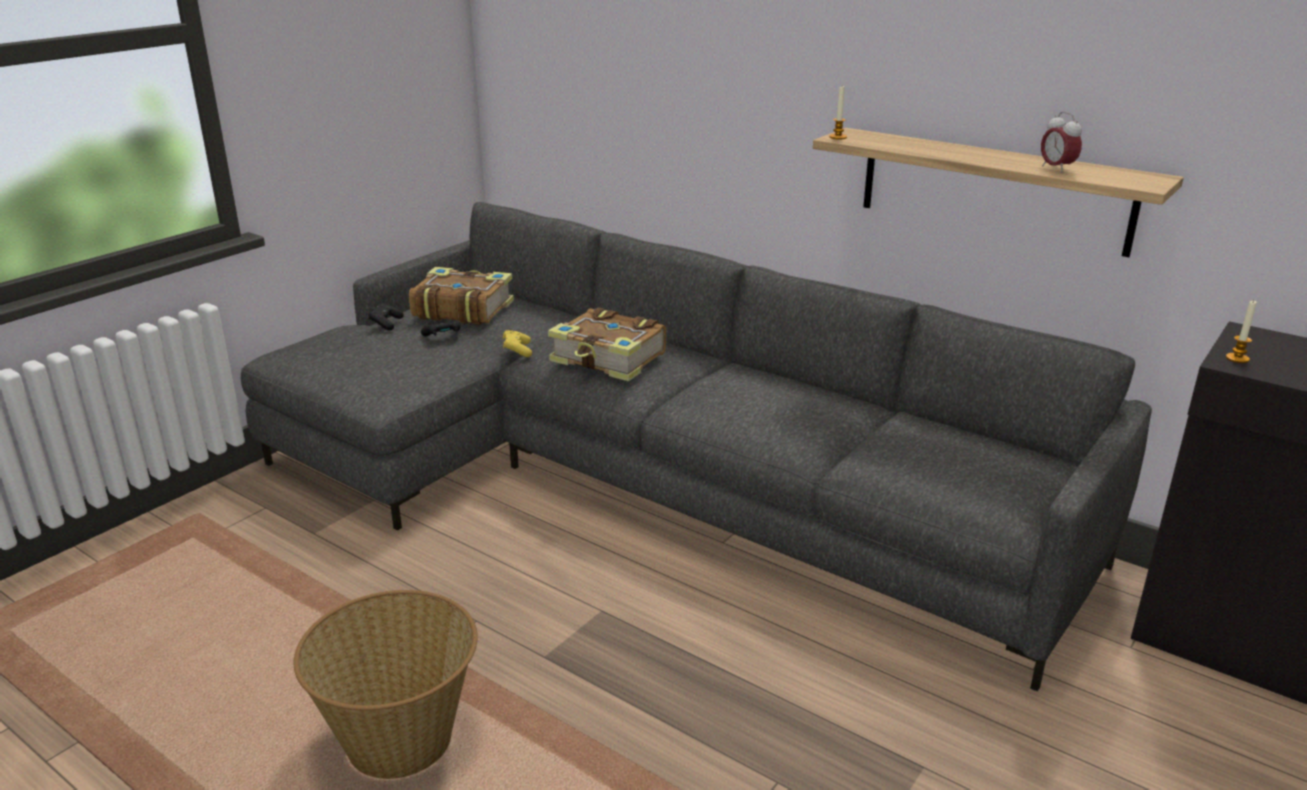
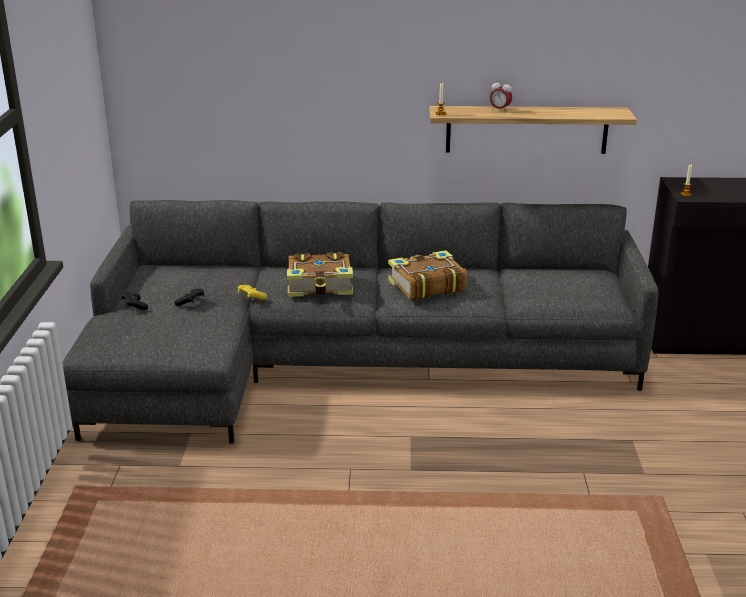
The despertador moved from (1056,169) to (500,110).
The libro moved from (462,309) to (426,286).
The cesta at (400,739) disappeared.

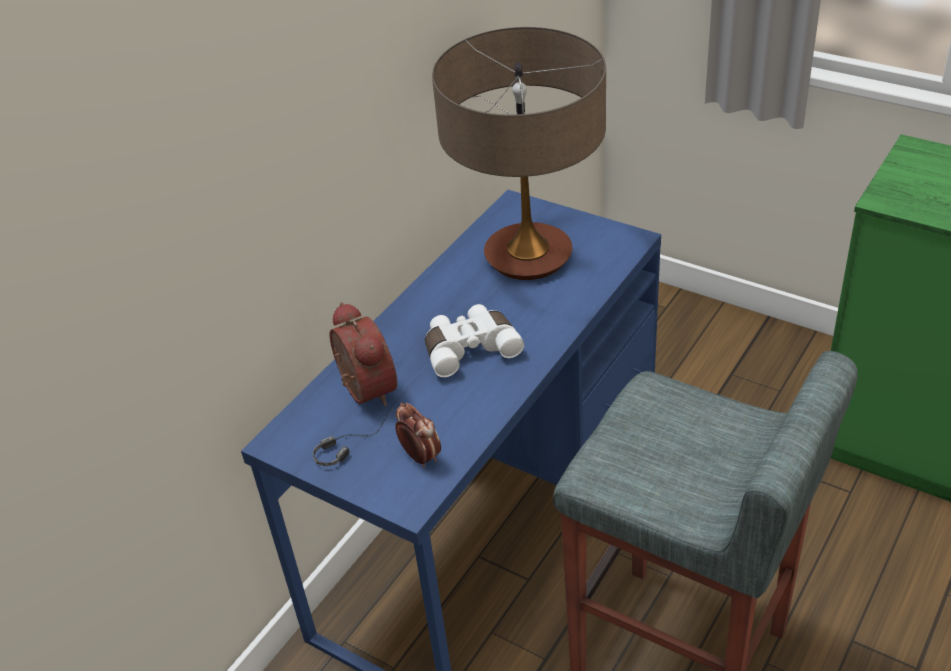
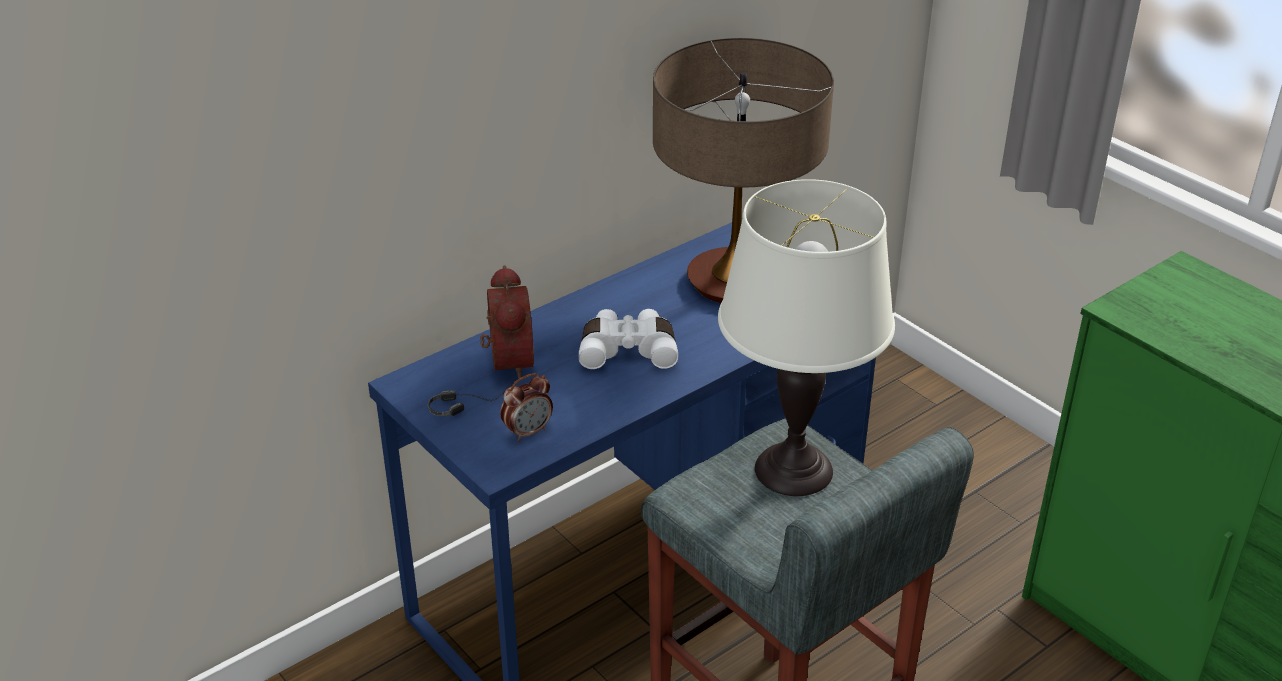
The despertador at (420,457) turned 75 degrees clockwise.
The lámpara de mesa/blanco at (793,470) appeared.

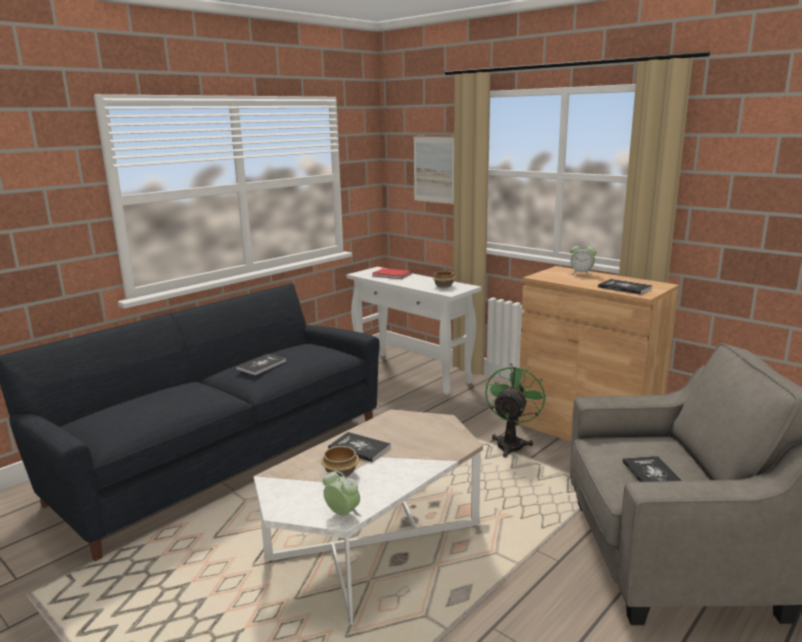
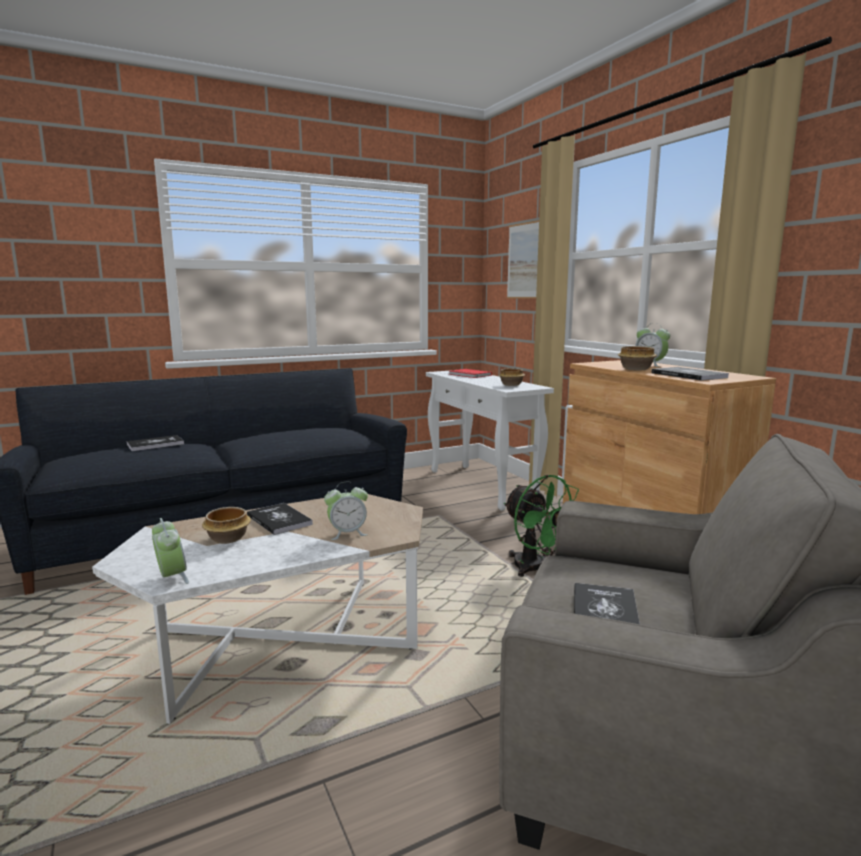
The libro moved from (261,365) to (155,444).
The ventilador/verde at (511,443) turned 105 degrees clockwise.
The cuenco at (636,369) appeared.
The despertador at (347,533) appeared.

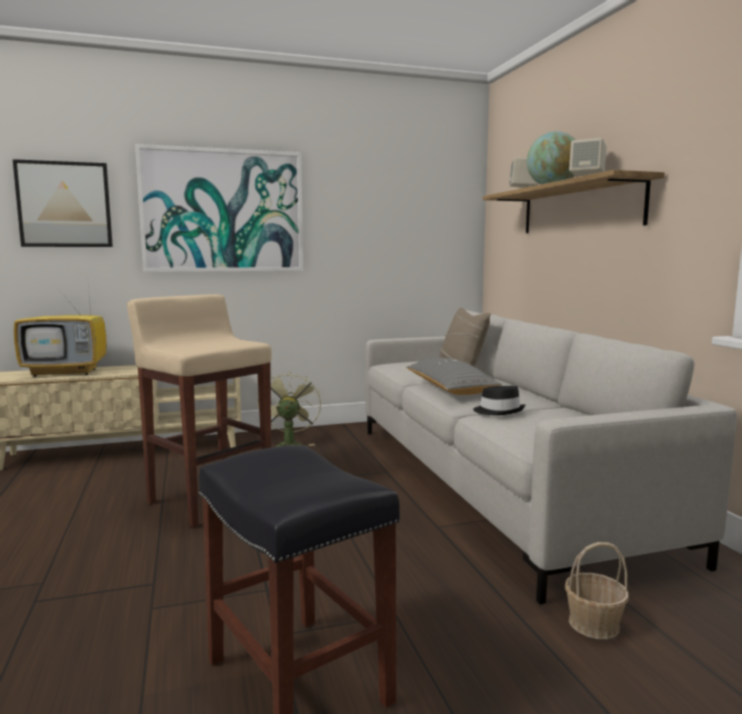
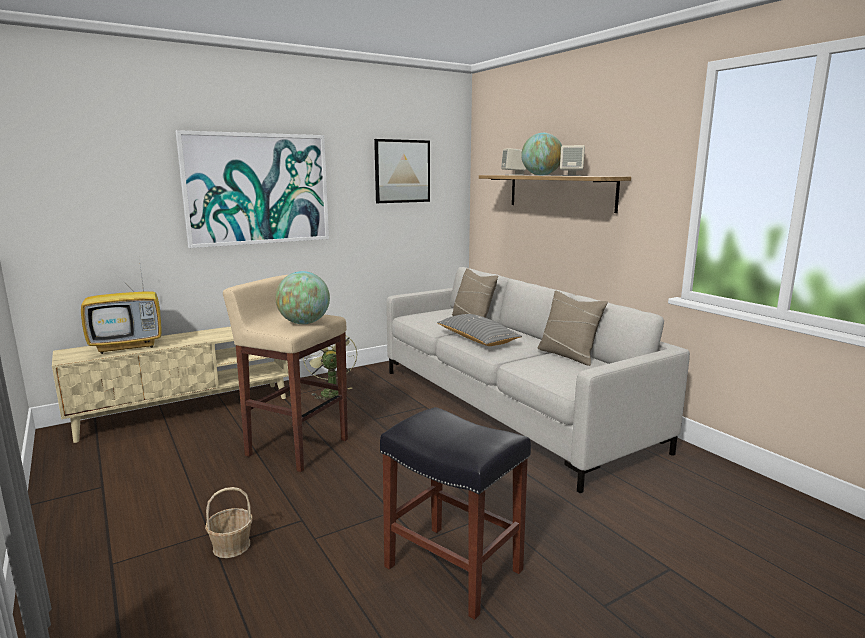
The cuadro moved from (64,204) to (402,171).
The sombrero/negro at (499,411) disappeared.
The cesta moved from (593,624) to (231,546).
The globo terráqueo at (304,323) appeared.
The cojín/beis at (568,355) appeared.

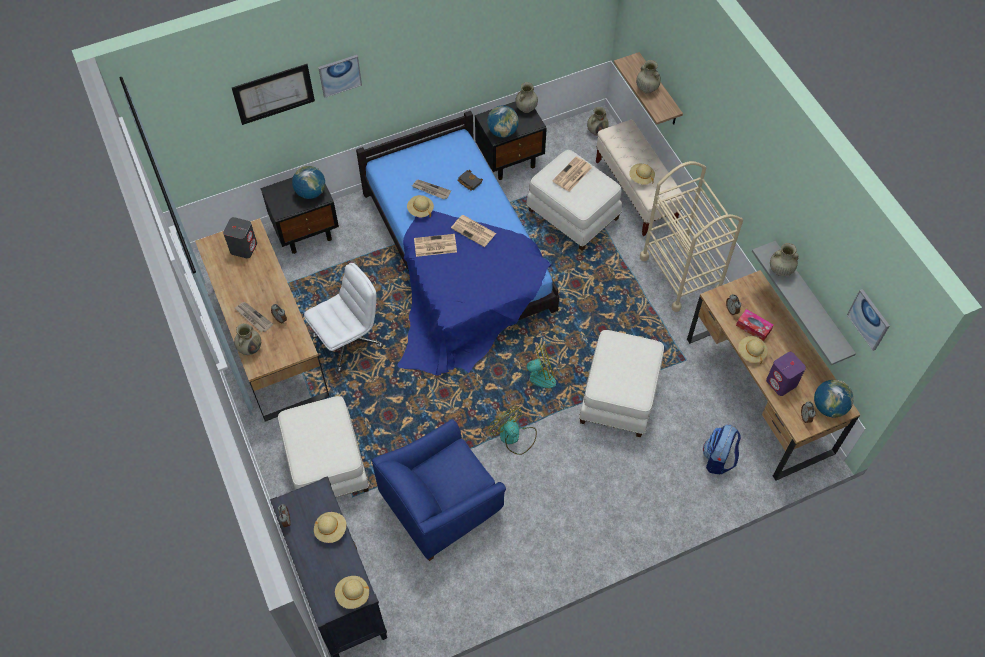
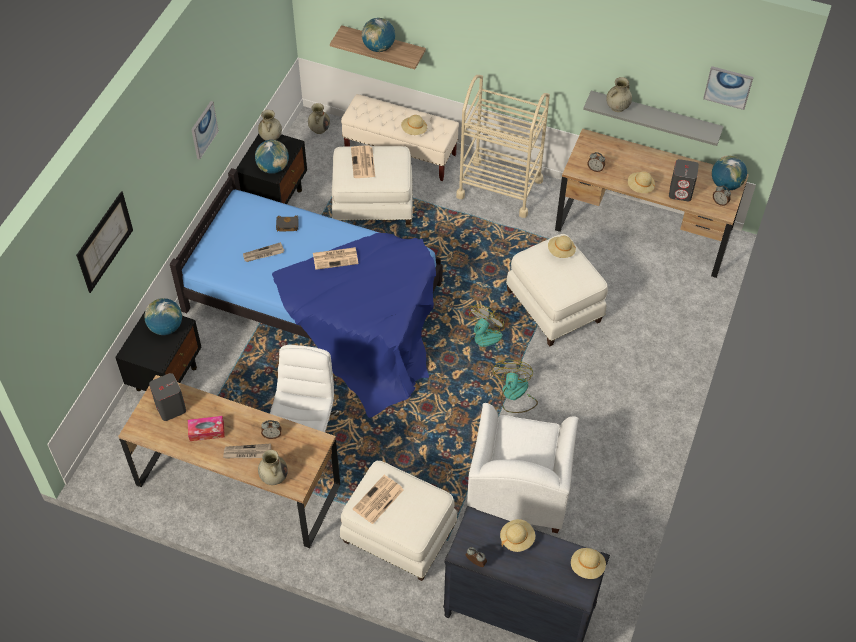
The cuadro moved from (340,75) to (203,130).
The florero/beis at (646,88) was replaced by the globo terráqueo at (378,47).
The sombrero/beis moved from (420,210) to (561,251).
The periódico moved from (434,246) to (378,500).
The caja de pañuelos moved from (753,327) to (206,431).
The altavoz/morado at (781,383) became the altavoz/gris at (681,192).
The ventilador at (513,437) turned 90 degrees clockwise.
The sillón/azul at (441,504) became the sillón/blanco at (519,486).
The mochila at (718,459) disappeared.

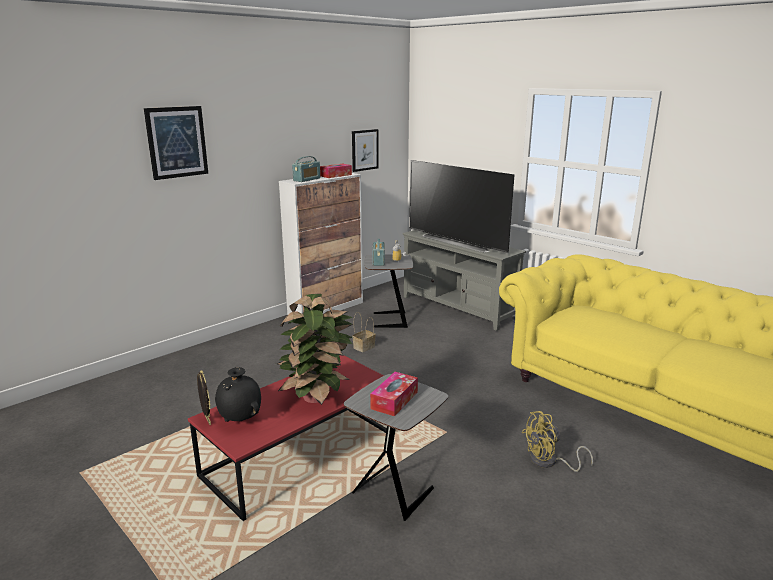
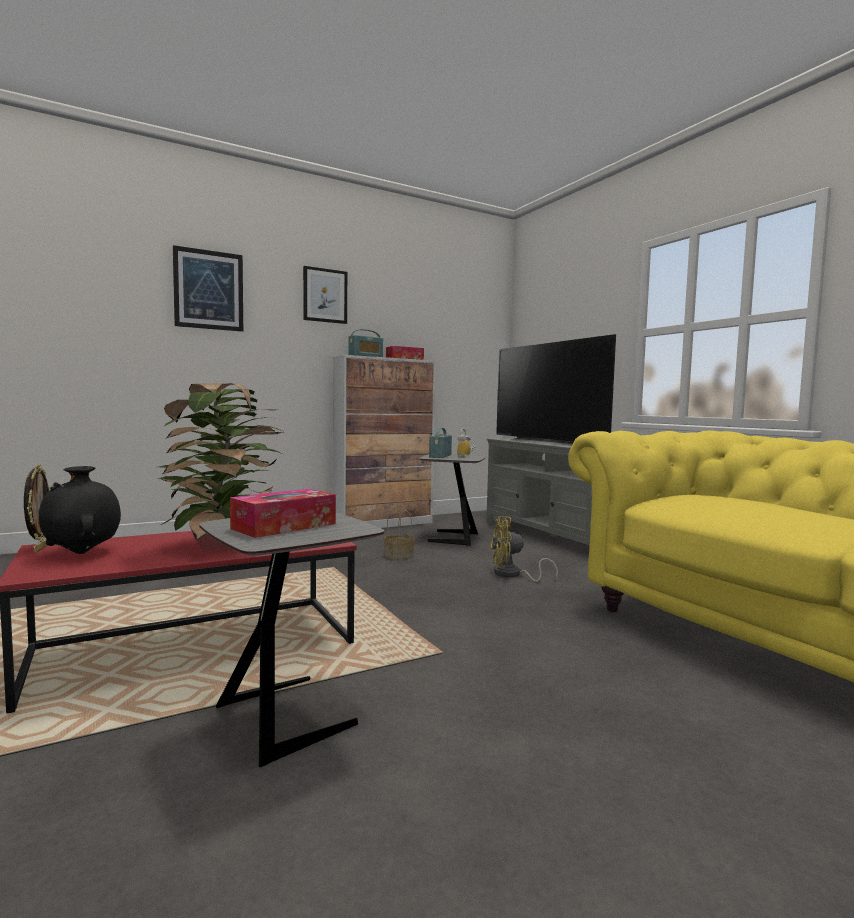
The cuadro moved from (364,150) to (325,295).
The ventilador/amarillo moved from (549,462) to (512,575).

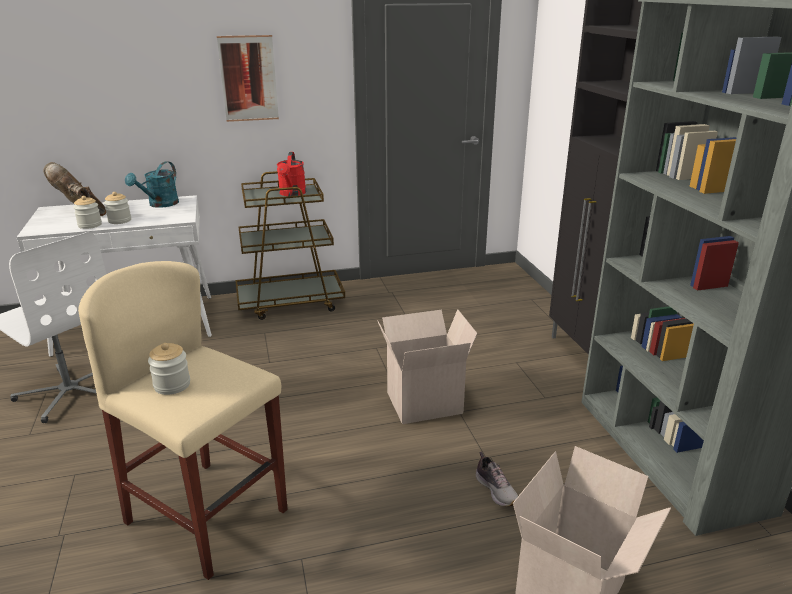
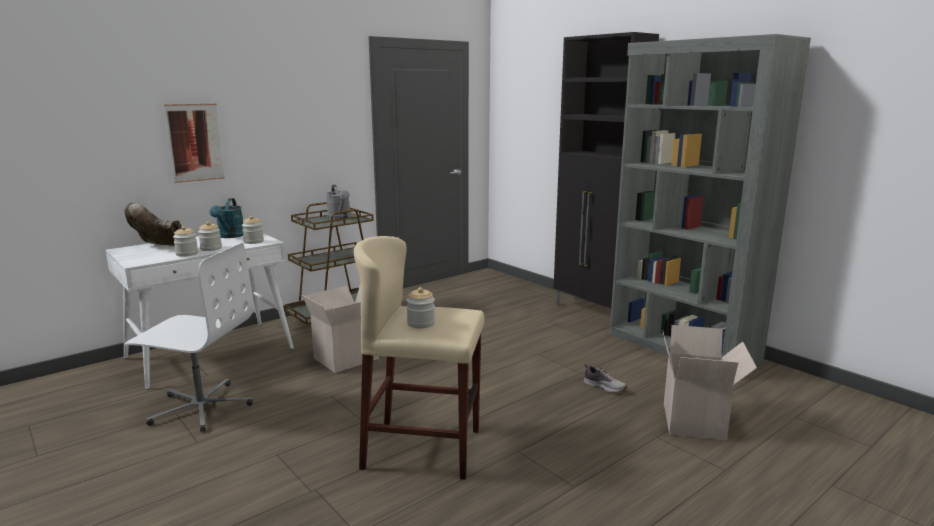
The cuadro moved from (248,78) to (195,142).
The regadera/rojo at (292,194) became the regadera/gris at (340,218).
The caja de cartón moved from (424,401) to (346,357).
The tarro at (253,241) appeared.

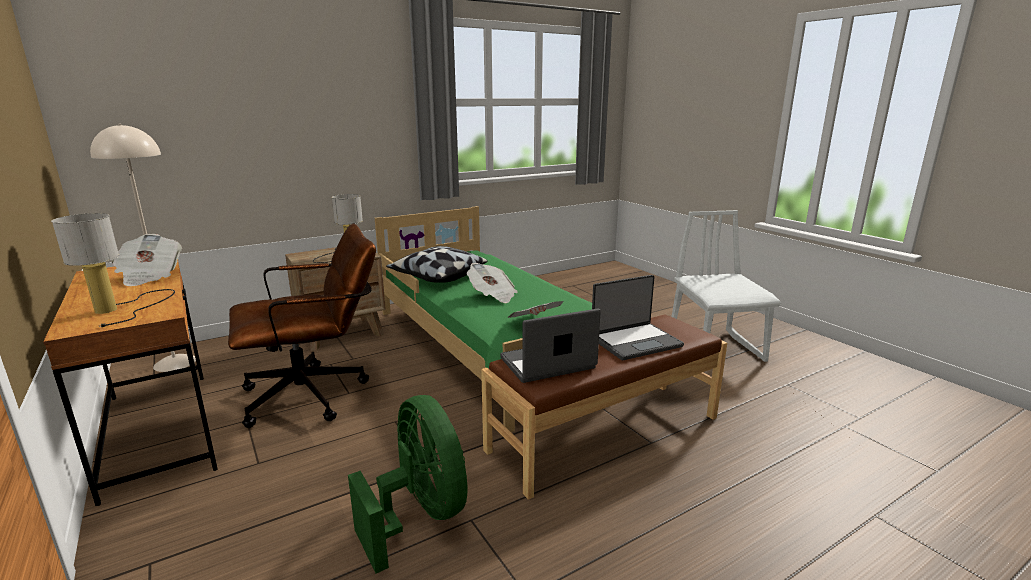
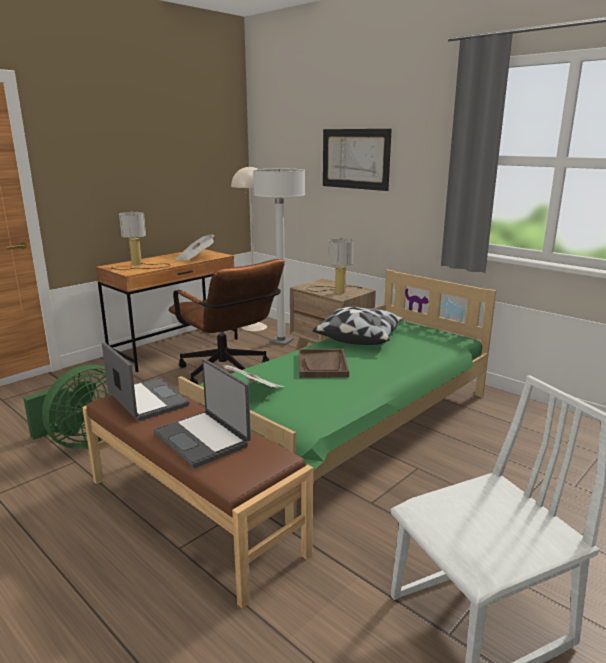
The periódico at (492,295) was replaced by the bandeja/marrón at (322,365).
The cuadro at (355,159) appeared.
The lámpara de pie/blanco at (281,341) appeared.

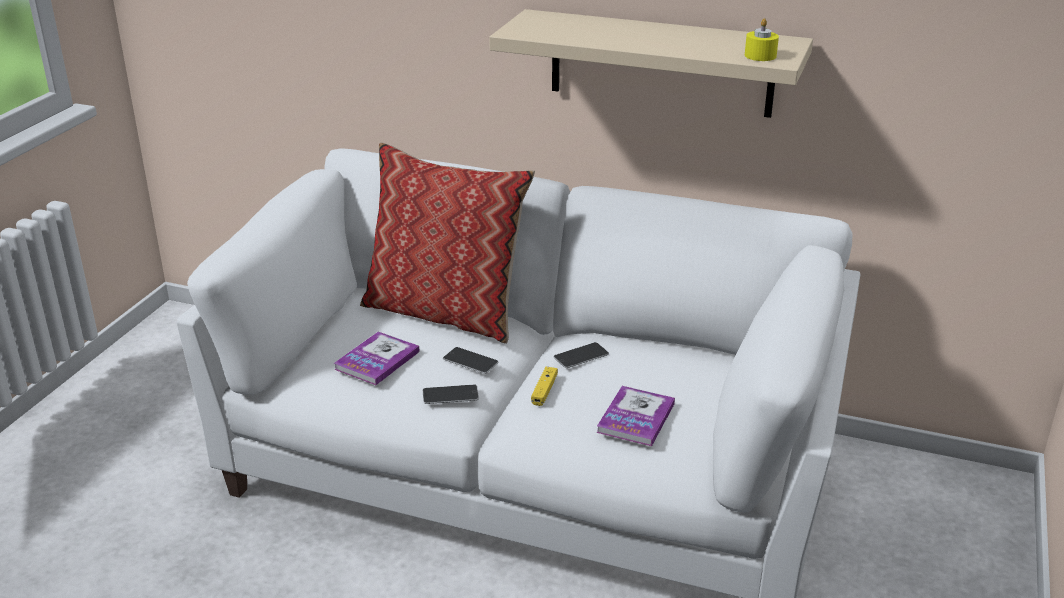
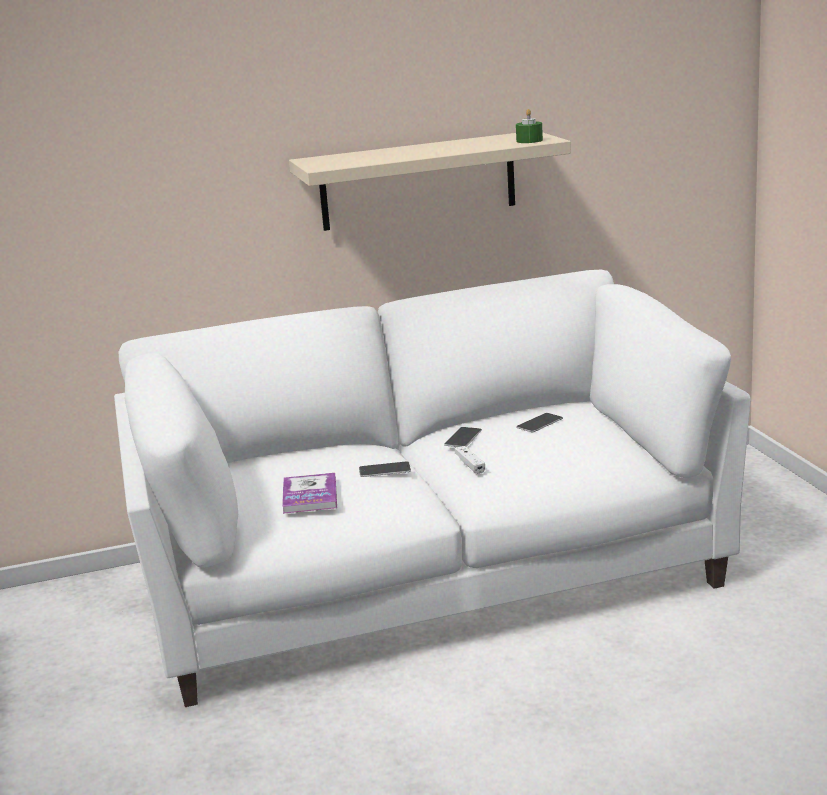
The vela/amarillo at (760,56) became the vela/verde at (529,141).
The cojín at (446,312) disappeared.
The mando de consola/amarillo at (544,391) became the mando de consola/blanco at (470,465).
The móvil moved from (450,395) to (539,423).
The libro at (636,418) disappeared.

